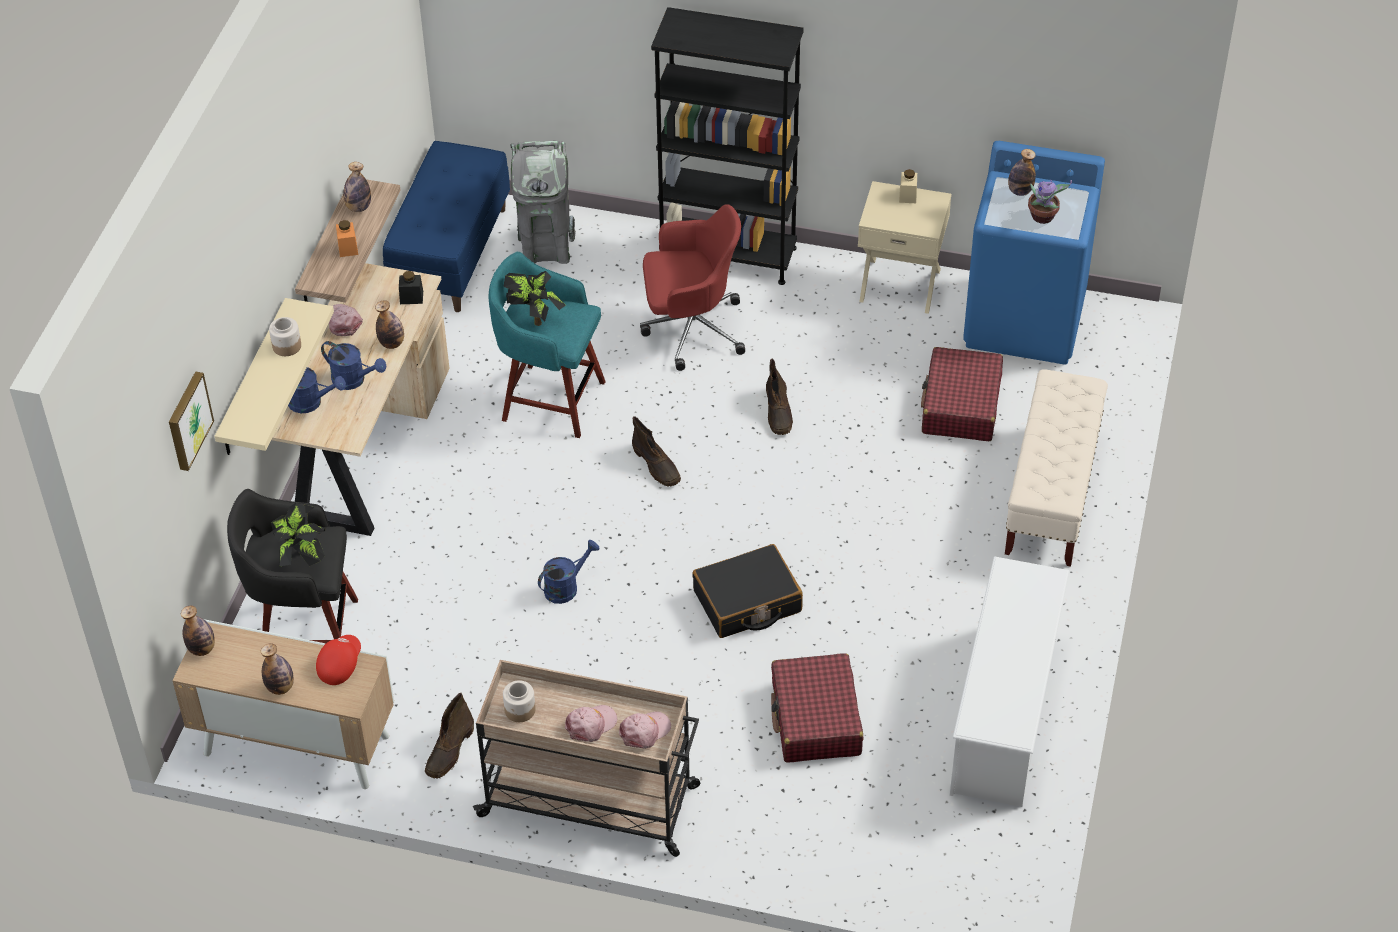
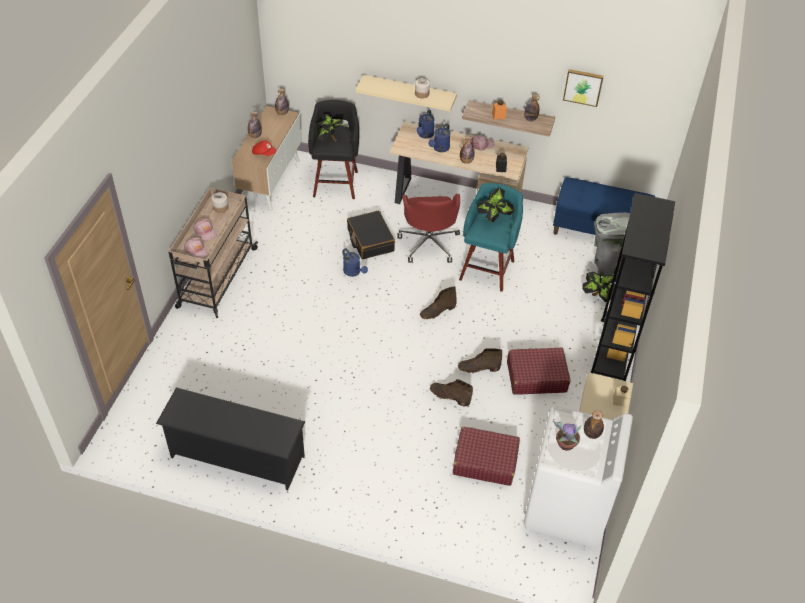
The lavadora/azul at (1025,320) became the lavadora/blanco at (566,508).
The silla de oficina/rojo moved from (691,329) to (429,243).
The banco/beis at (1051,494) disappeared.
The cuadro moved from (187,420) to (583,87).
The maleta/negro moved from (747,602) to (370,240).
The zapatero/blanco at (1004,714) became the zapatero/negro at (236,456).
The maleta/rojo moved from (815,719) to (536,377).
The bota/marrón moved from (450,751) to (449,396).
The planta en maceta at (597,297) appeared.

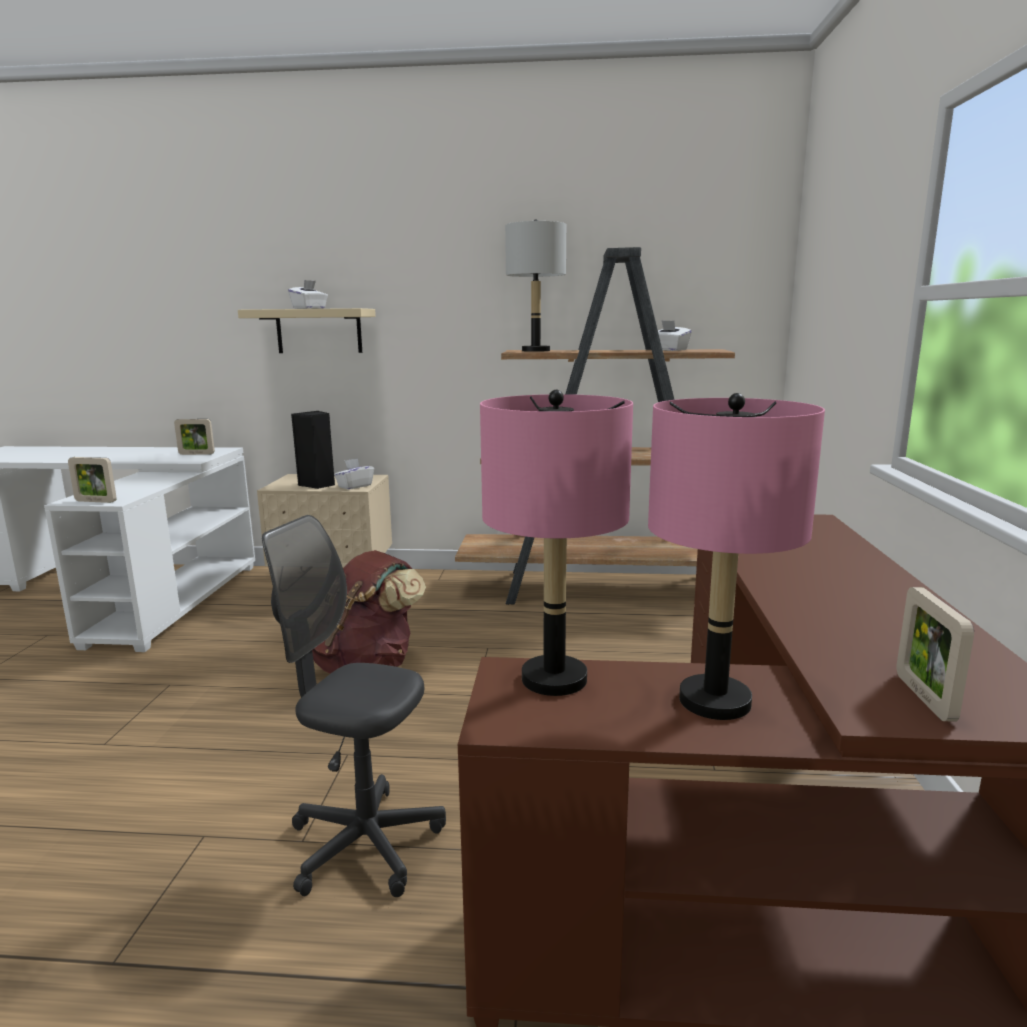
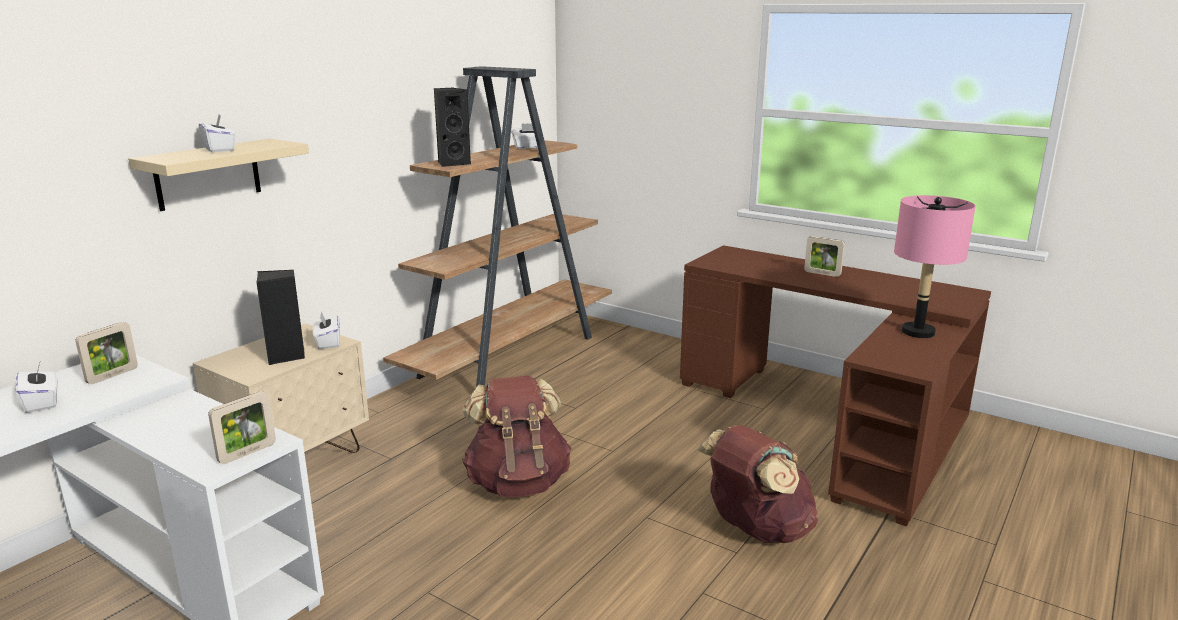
The lámpara de mesa/gris at (536,351) was replaced by the altavoz/negro at (452,163).
The lámpara de mesa/rosa at (553,679) disappeared.
The silla de oficina/gris at (365,844) was replaced by the mochila/marrón at (755,530).
The portarretratos moved from (924,697) to (822,273).
The caja de pañuelos/blanco at (42,402) appeared.

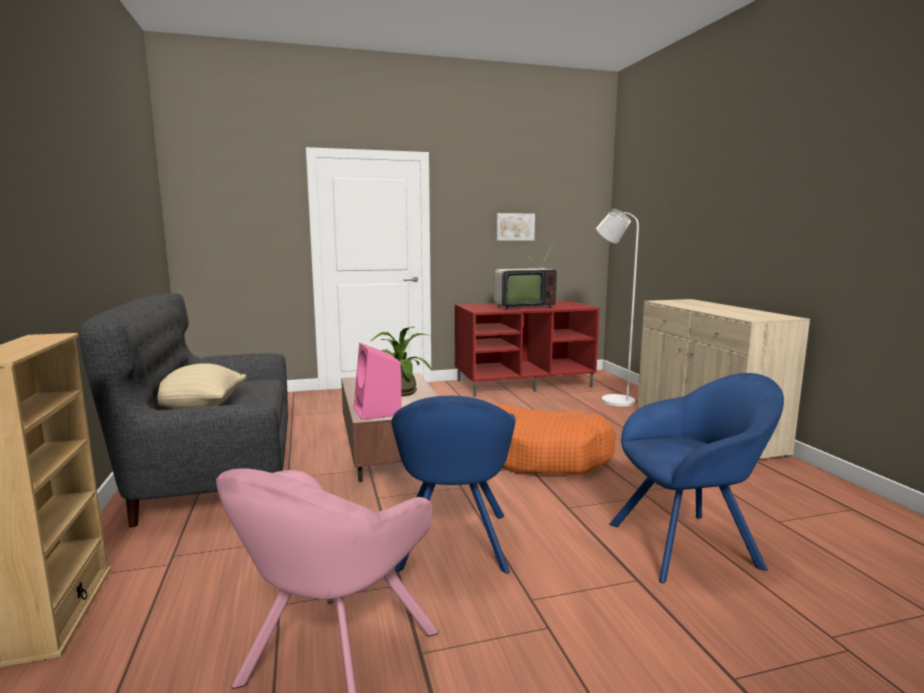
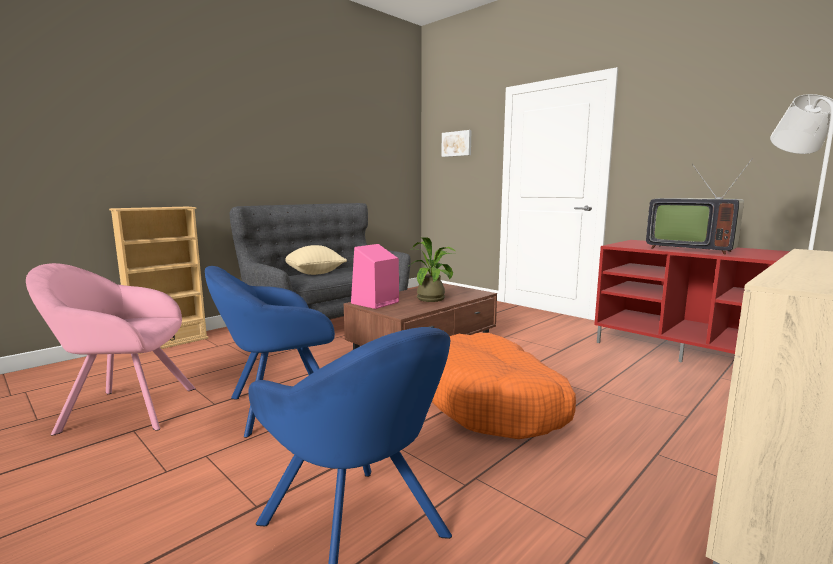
The cuadro moved from (514,227) to (457,144).

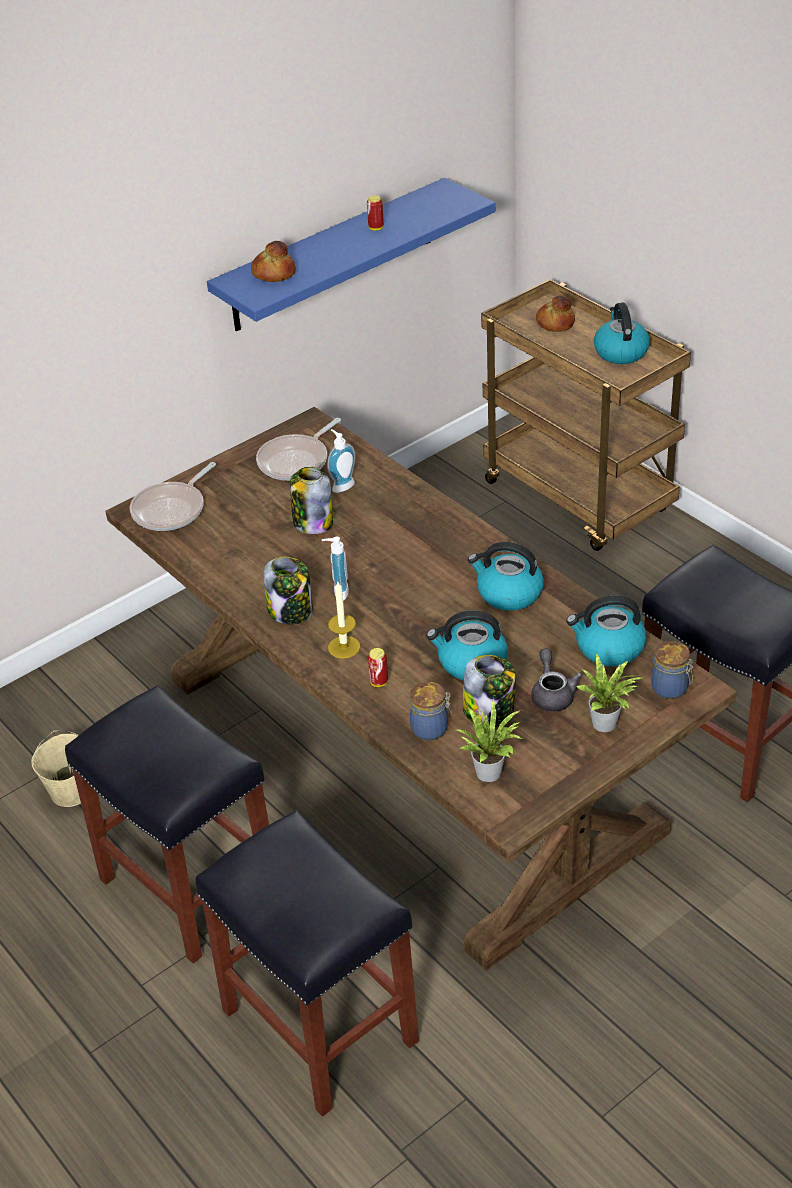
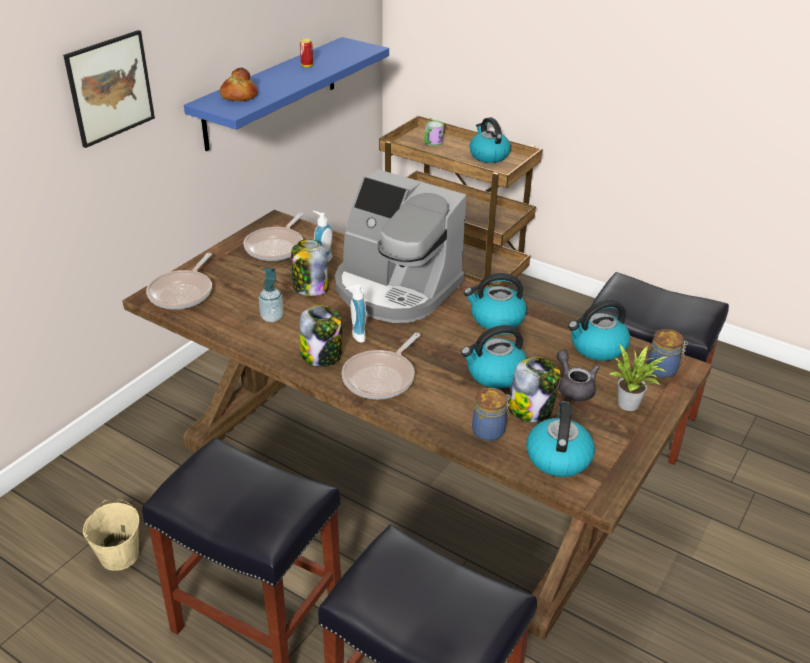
The pan at (554,323) was replaced by the taza grande at (432,143).
The vela at (344,647) was replaced by the sartén at (381,377).
The lata at (379,682) disappeared.
The planta en maceta at (490,770) was replaced by the hervidor at (558,457).
The cuadro at (110,88) appeared.
The cafetera at (395,289) appeared.
The dispensador de jabón at (272,317) appeared.

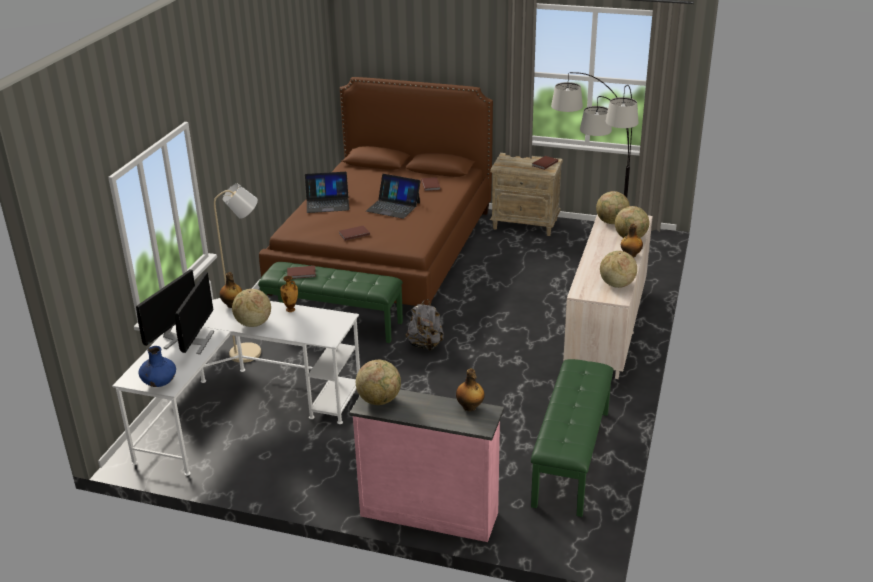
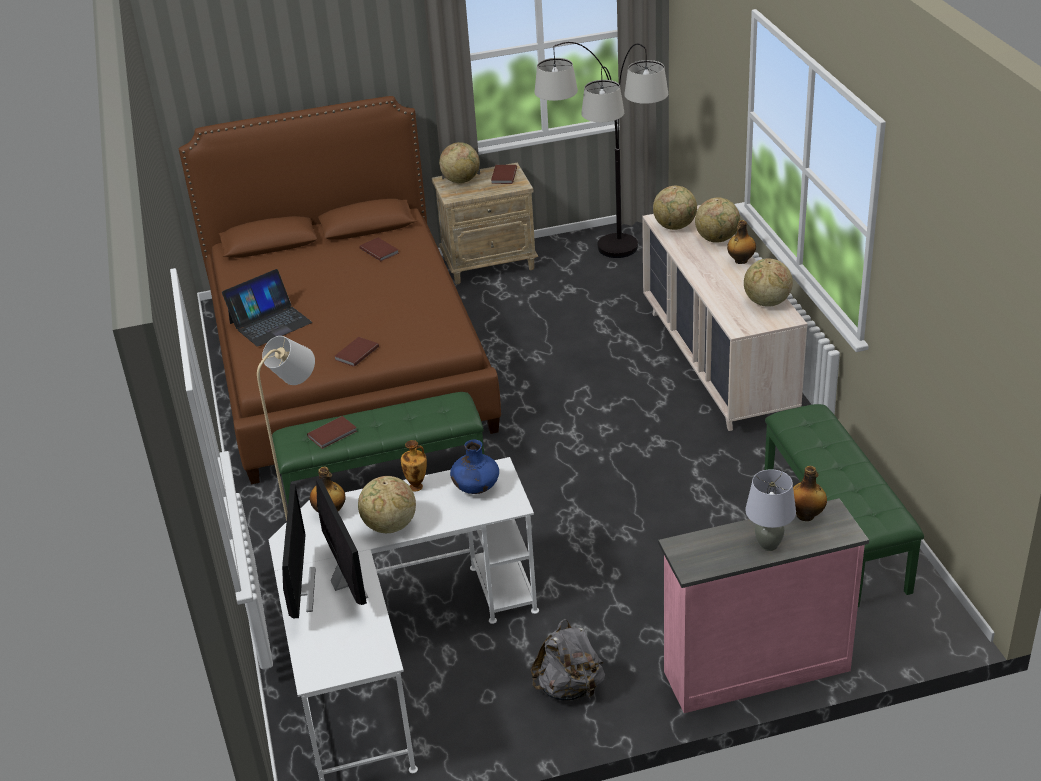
The portátil at (393,207) disappeared.
The mochila/gris moved from (425,345) to (570,688).
The florero/azul moved from (159,383) to (476,488).
The globo terráqueo moved from (379,400) to (461,180).
The lámpara de mesa/gris at (768,545) appeared.

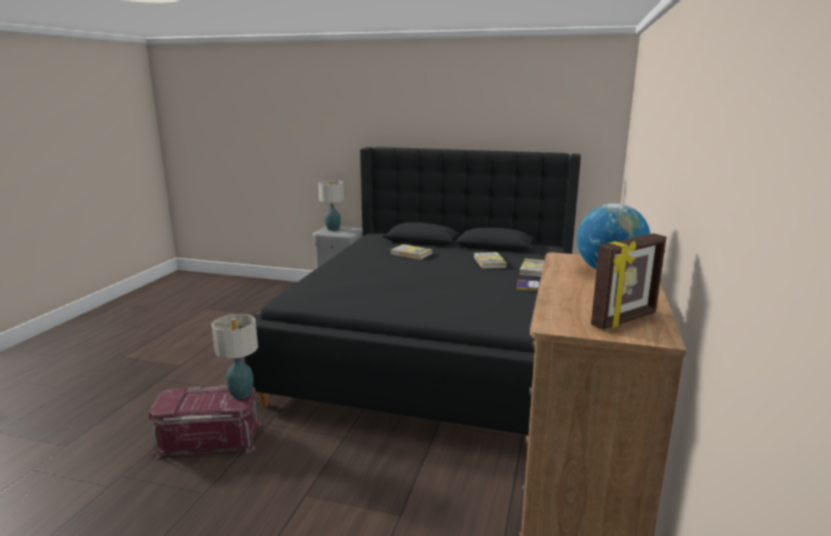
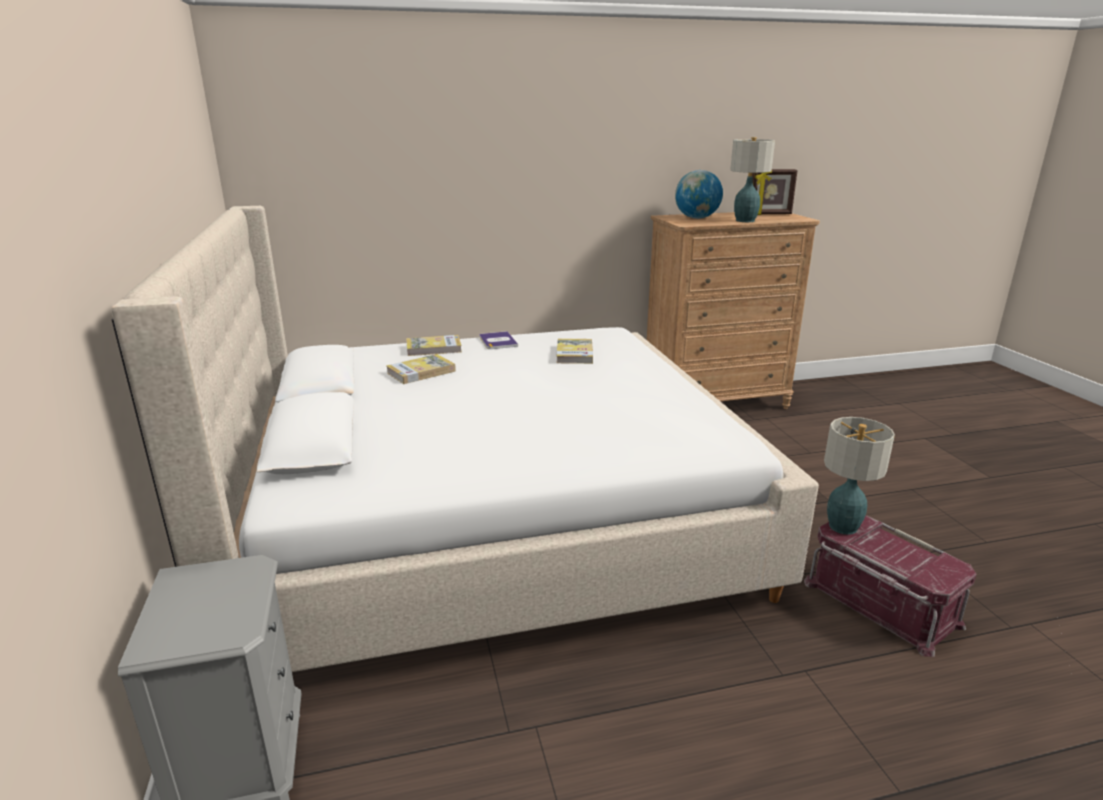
The cama/negro at (437,351) became the cama/beis at (487,520).
The lámpara de mesa moved from (332,229) to (745,221).
The portarretratos at (625,320) turned 150 degrees clockwise.
The libro moved from (411,254) to (574,354).

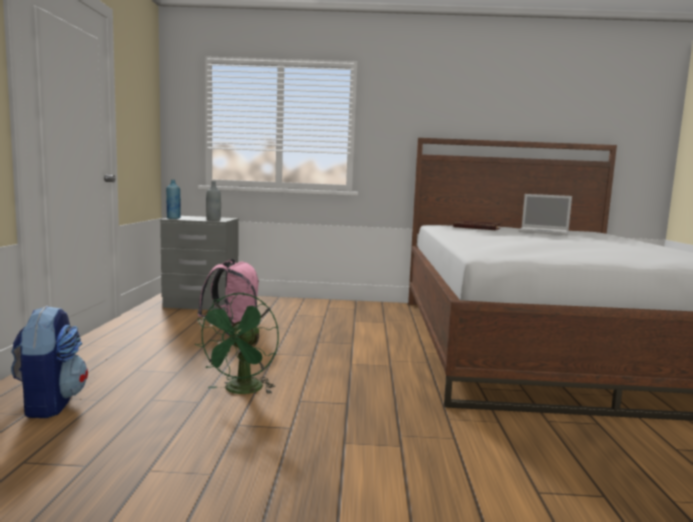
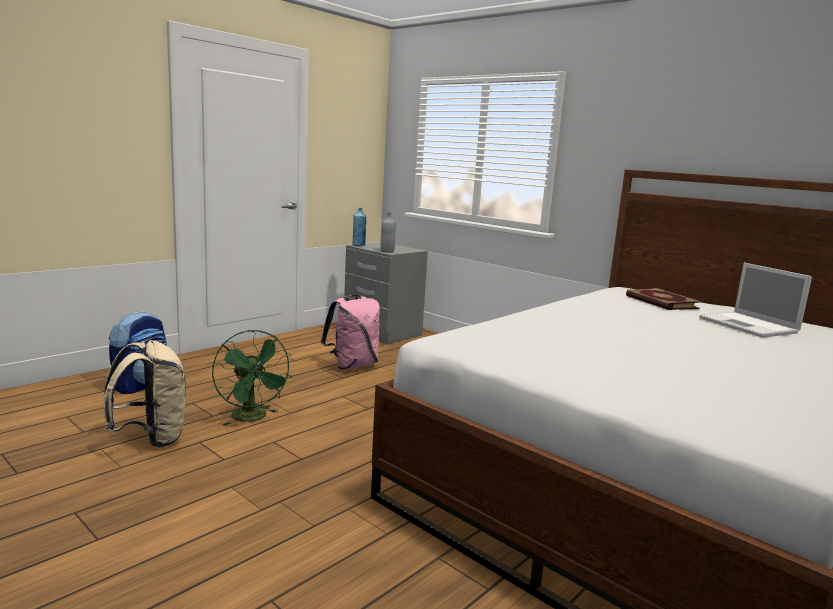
The ventilador/verde at (241,391) turned 90 degrees counterclockwise.
The mochila/beis at (151,438) appeared.

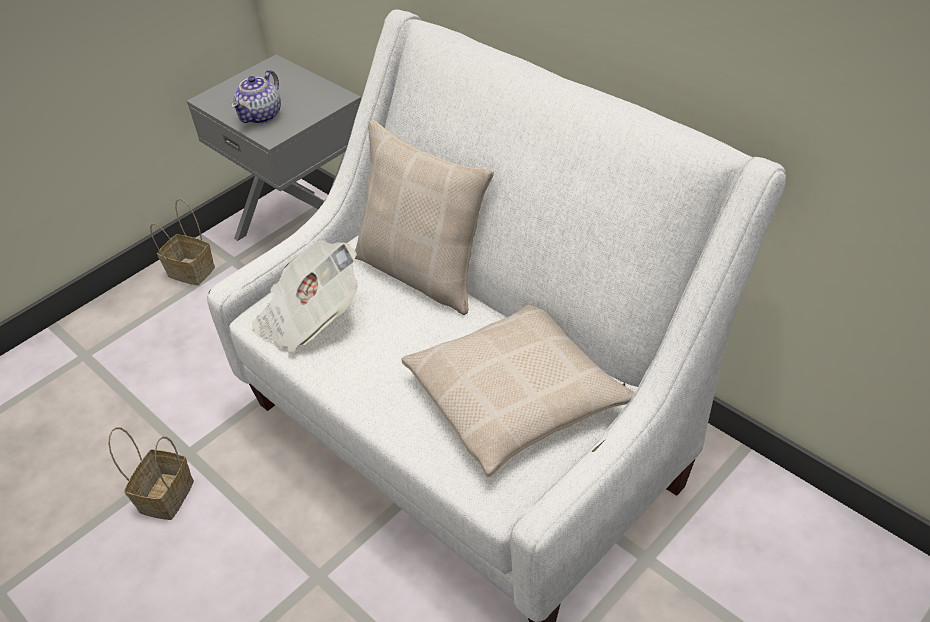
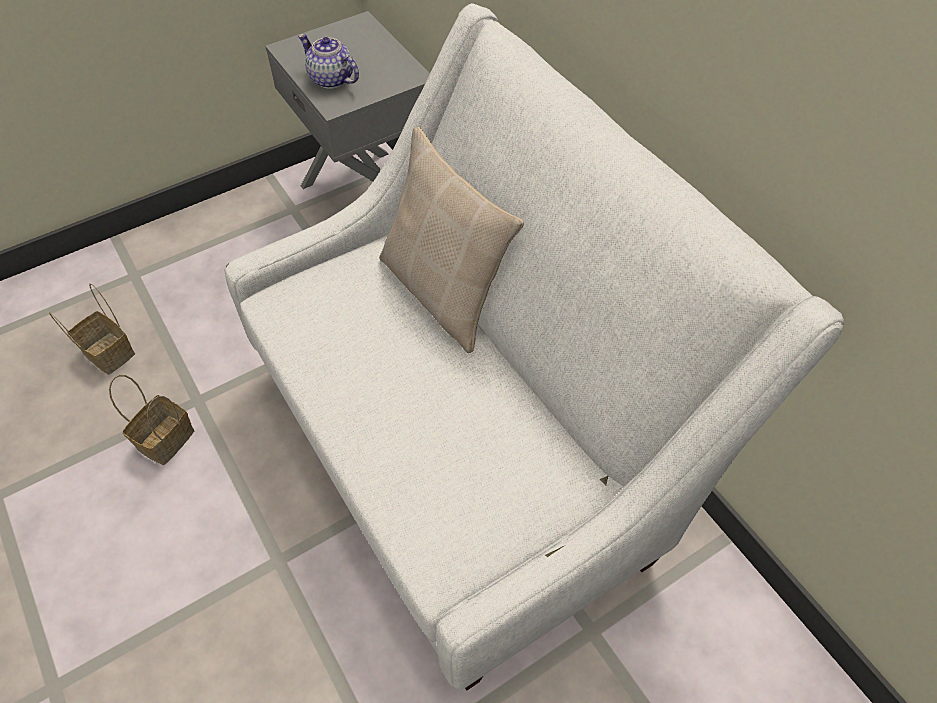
The tetera at (262,115) turned 90 degrees clockwise.
The cesta moved from (189,271) to (107,353).
The periódico at (310,317) disappeared.
The cojín/beis at (517,396) disappeared.

